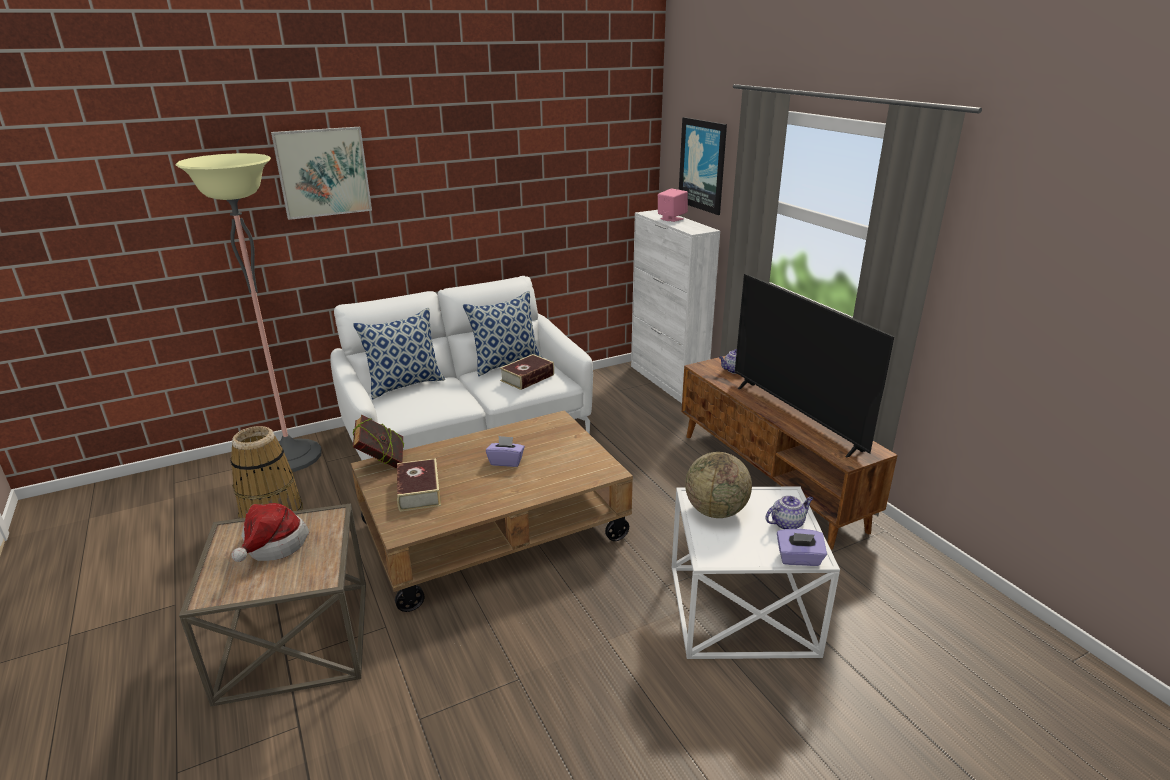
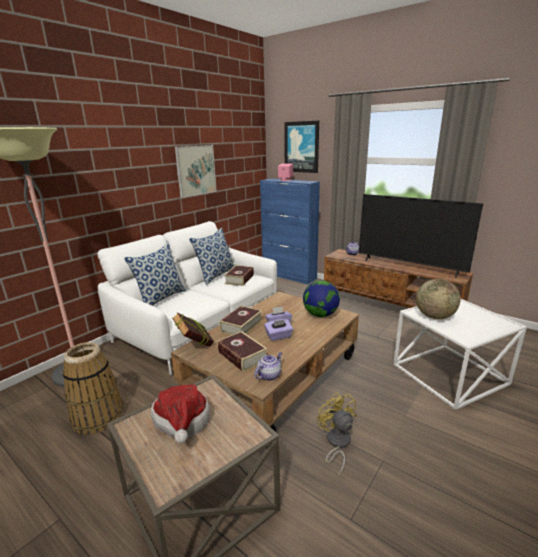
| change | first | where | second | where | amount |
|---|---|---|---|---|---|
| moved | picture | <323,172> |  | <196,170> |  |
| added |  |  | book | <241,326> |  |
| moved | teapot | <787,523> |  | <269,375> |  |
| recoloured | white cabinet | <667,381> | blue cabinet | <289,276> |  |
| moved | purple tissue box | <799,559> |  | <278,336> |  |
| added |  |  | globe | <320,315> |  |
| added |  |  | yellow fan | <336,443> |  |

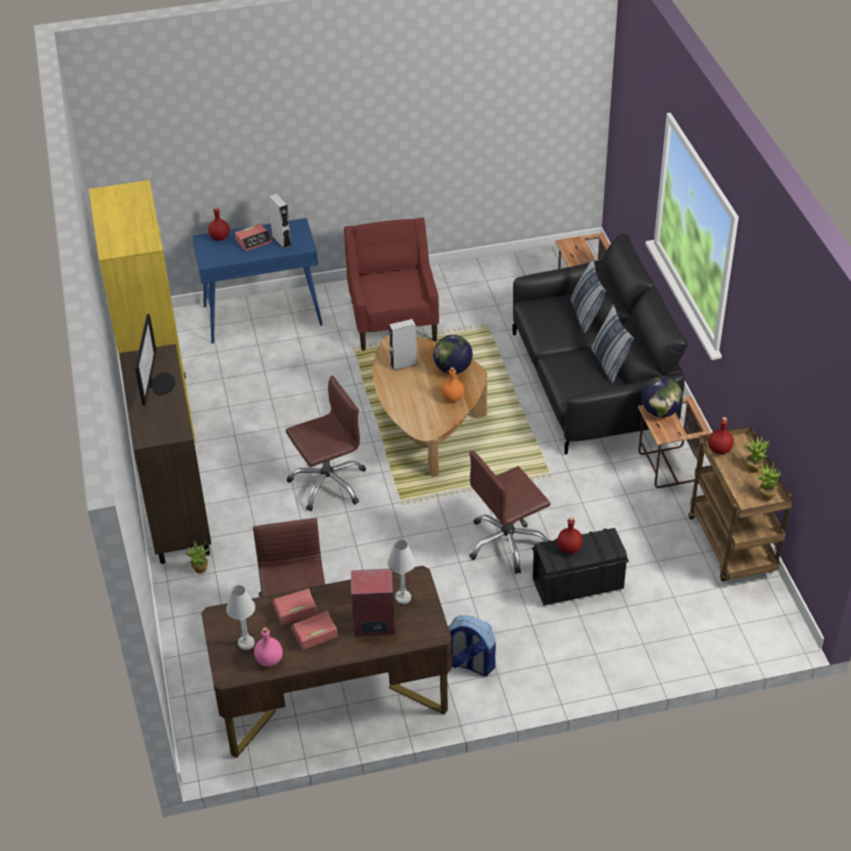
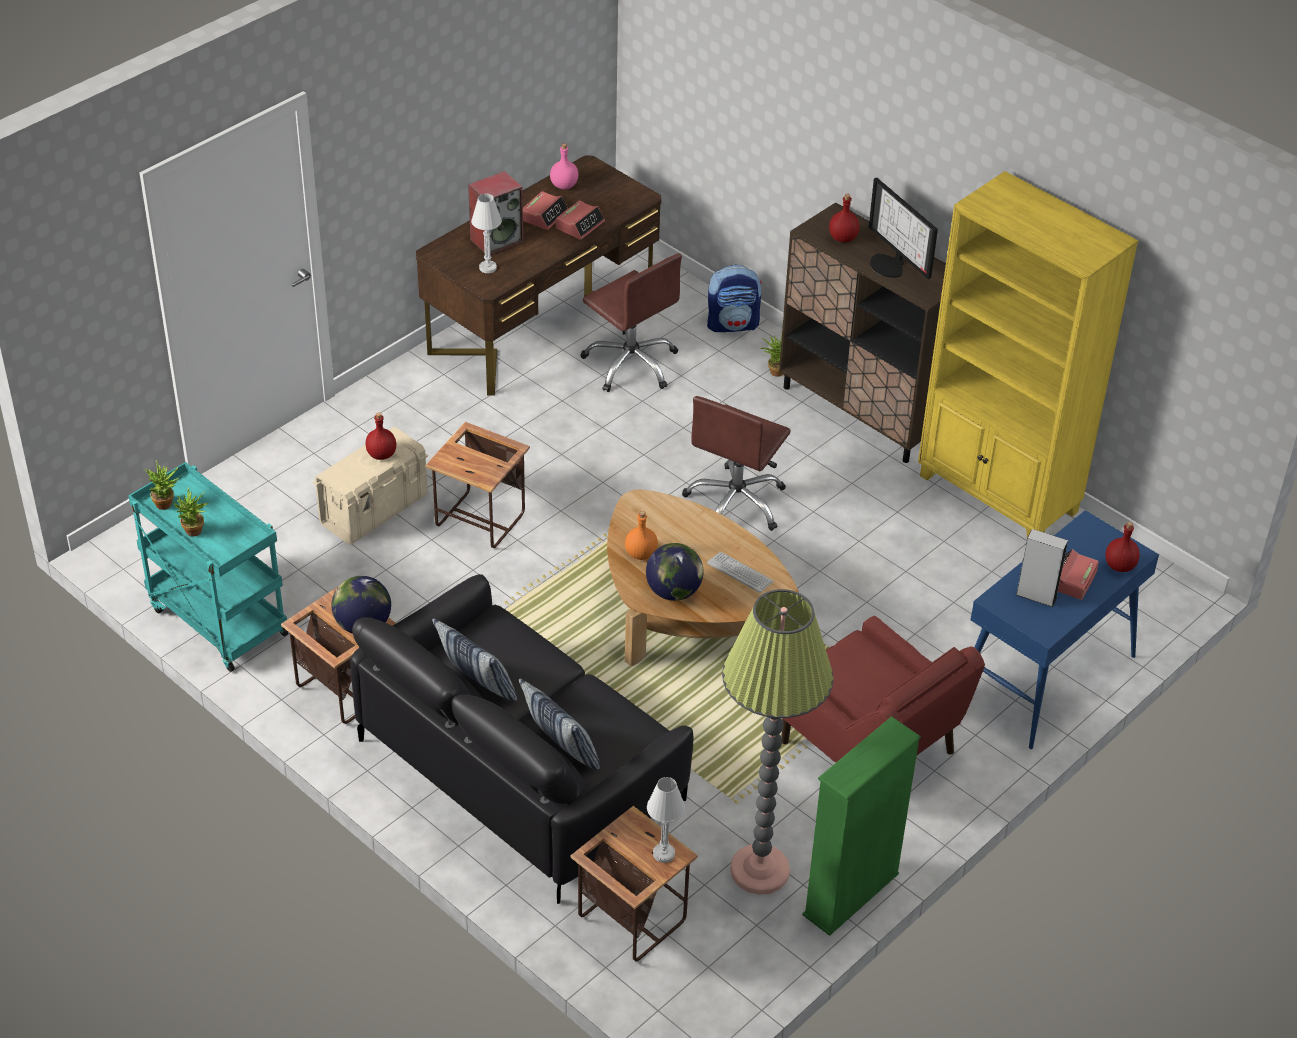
| change | first | where | second | where | amount |
|---|---|---|---|---|---|
| recoloured | brown cart | <733,546> | turquoise cart | <216,621> |  |
| recoloured | black storage box | <577,584> | beige storage box | <374,509> |  |
| replaced | brown office chair | <507,543> | side table | <481,521> |  |
| moved | white table lamp | <246,643> |  | <663,854> |  |
| moved | backpack | <470,664> |  | <733,324> |  |
| replaced | grey speaker | <403,364> | keyboard | <740,573> |  |
| added |  |  | floor lamp | <760,870> |  |
| added |  |  | green bookcase | <851,895> |  |
| moved | red bottle | <720,449> |  | <842,238> |  |

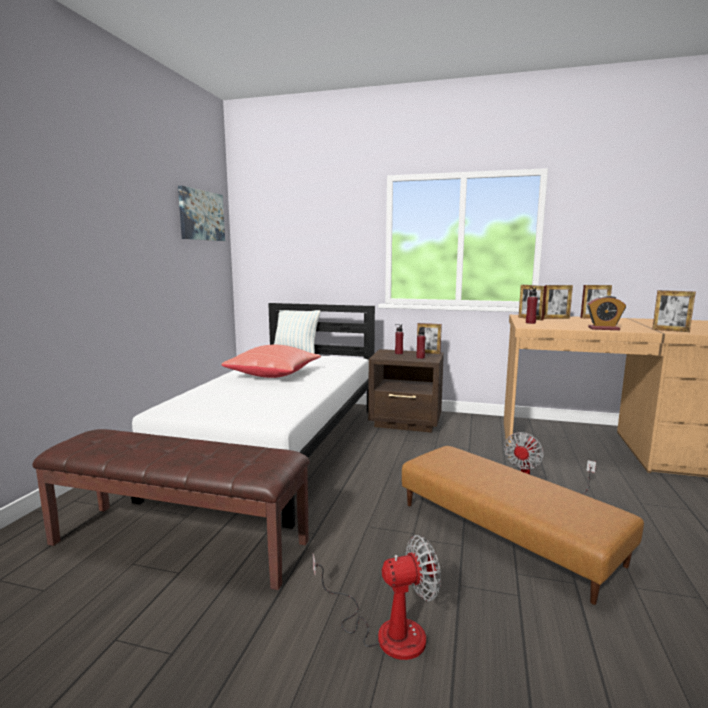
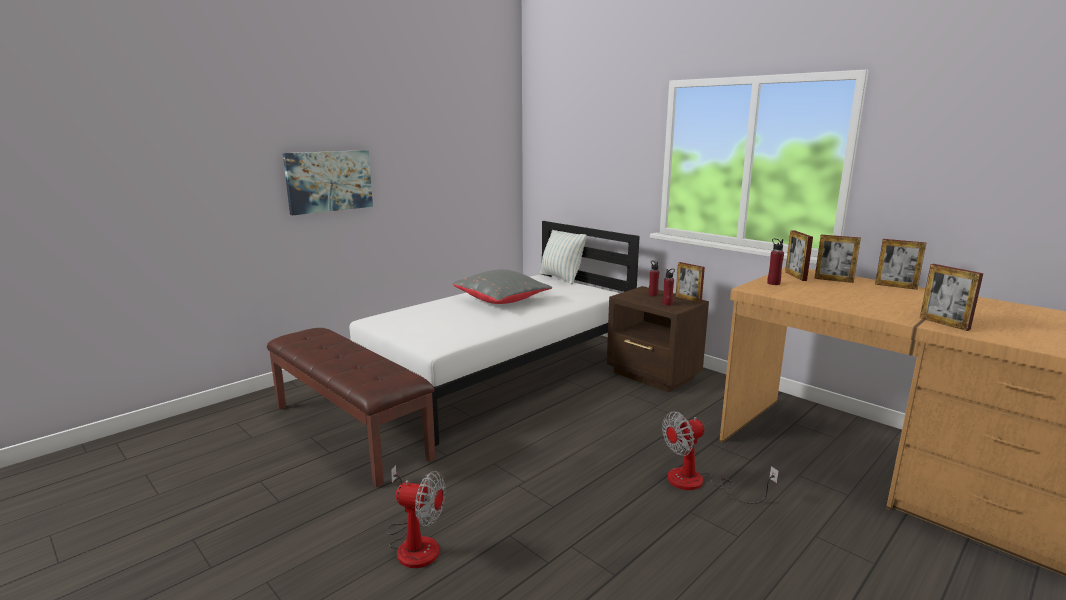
| change | first | where | second | where | amount |
|---|---|---|---|---|---|
| moved | picture | <201,215> |  | <329,181> |  |
| recoloured | red pillow | <274,375> | grey pillow | <502,301> |  |
| removed | brown ottoman | <506,532> |  |  |  |
| removed | alarm clock | <603,329> |  |  |  |

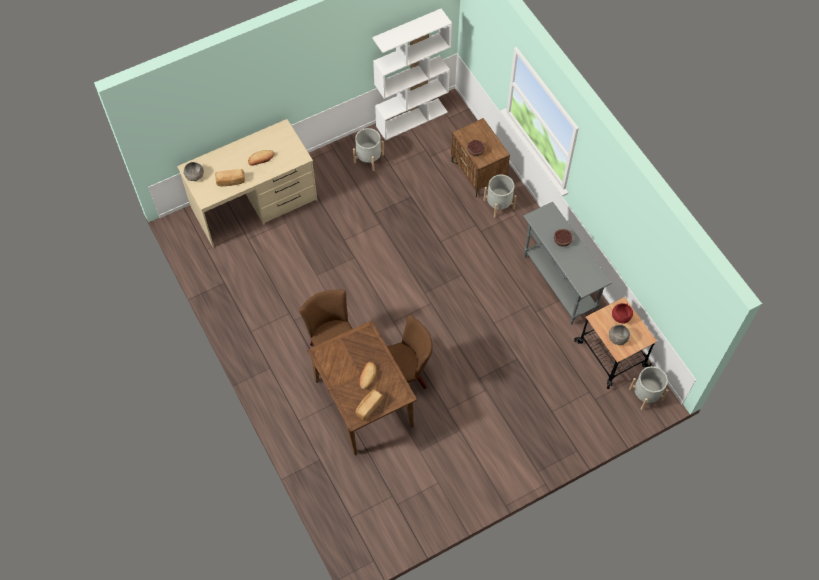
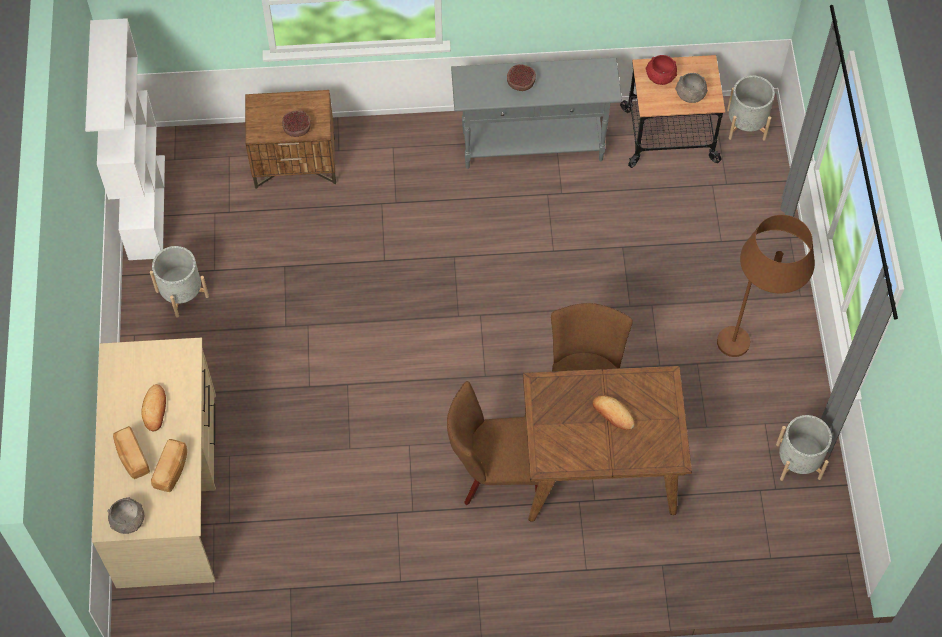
| change | first | where | second | where | amount |
|---|---|---|---|---|---|
| moved | bread | <369,407> |  | <132,458> |  |
| added |  |  | brown floor lamp | <751,348> |  |
| moved | grey planter | <498,204> |  | <798,461> |  |

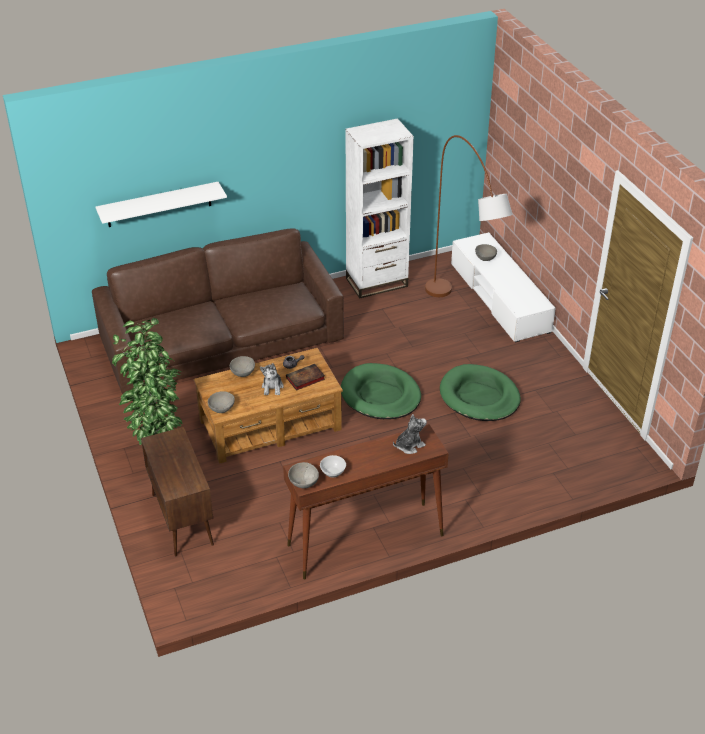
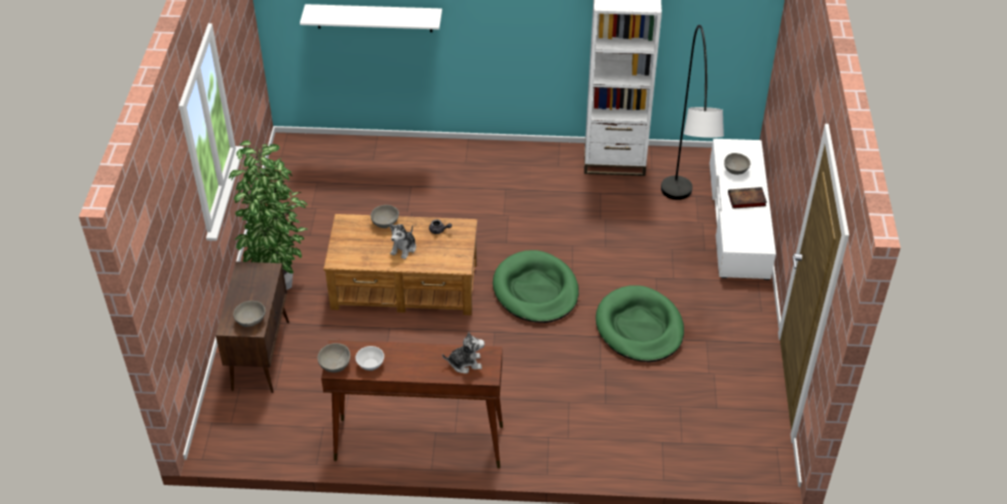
| change | first | where | second | where | amount |
|---|---|---|---|---|---|
| moved | grey bowl | <222,408> |  | <251,320> |  |
| recoloured | brown floor lamp | <462,317> | grey floor lamp | <680,230> |  |
| moved | book | <304,379> |  | <746,200> |  |
| removed | brown sofa | <222,340> |  |  |  |

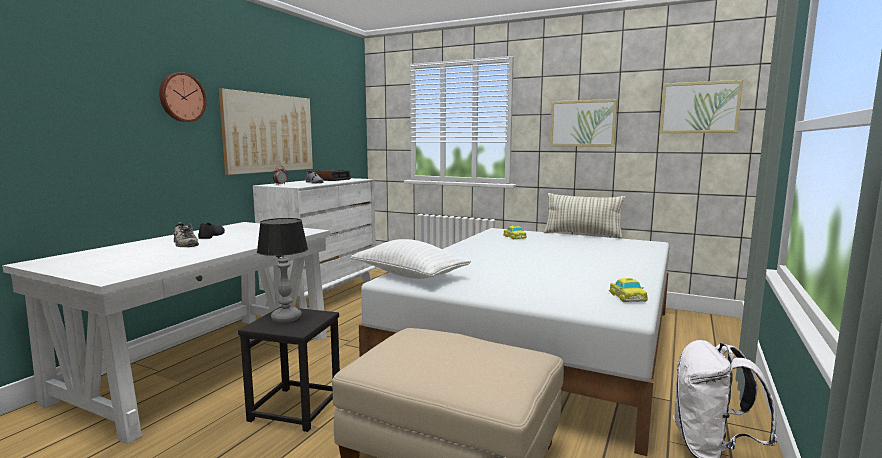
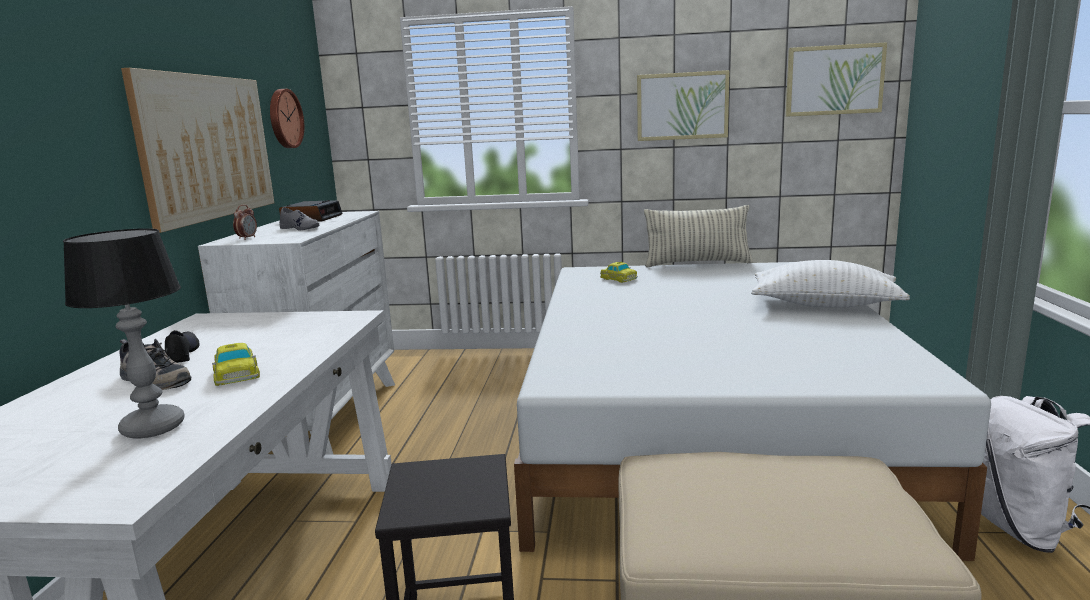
| change | first | where | second | where | amount |
|---|---|---|---|---|---|
| moved | table lamp | <286,318> |  | <152,428> |  |
| moved | toy car | <627,297> |  | <236,374> |  |
| moved | wall clock | <181,97> |  | <284,118> |  |
| moved | white pillow | <409,275> |  | <824,305> |  |

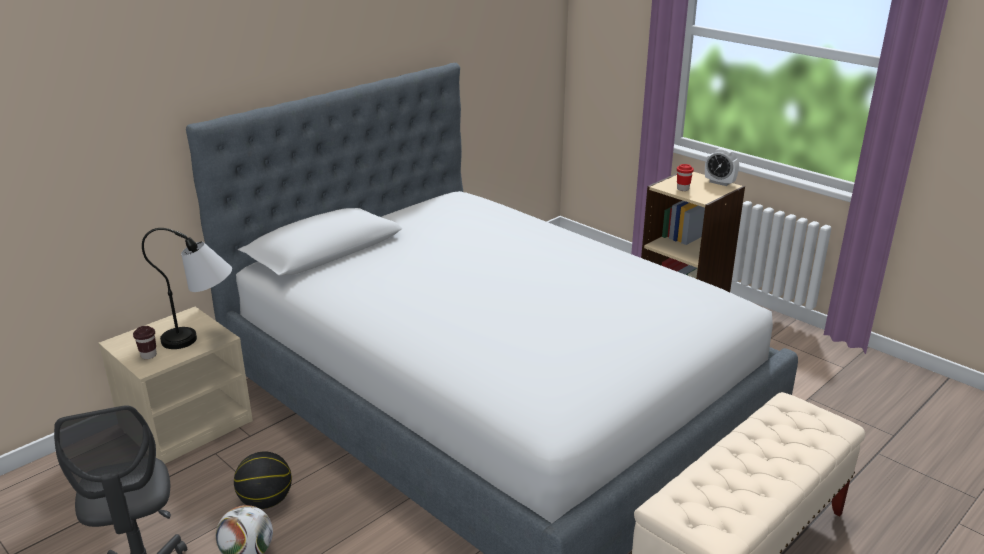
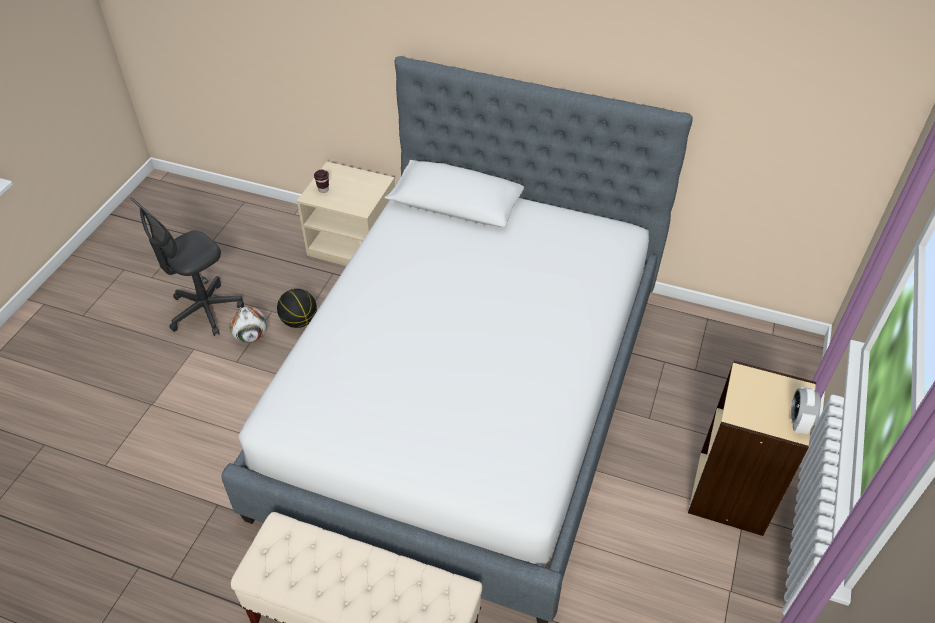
| change | first | where | second | where | amount |
|---|---|---|---|---|---|
| removed | table lamp | <203,338> |  |  |  |
| removed | red cup | <683,189> |  |  |  |

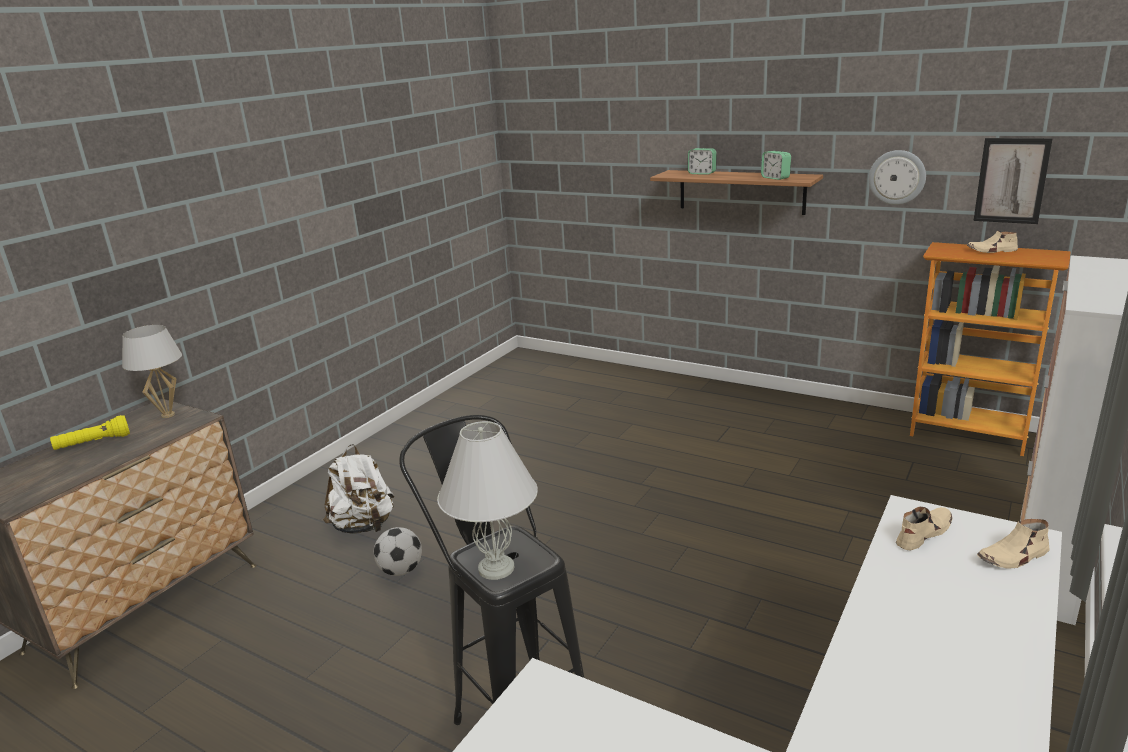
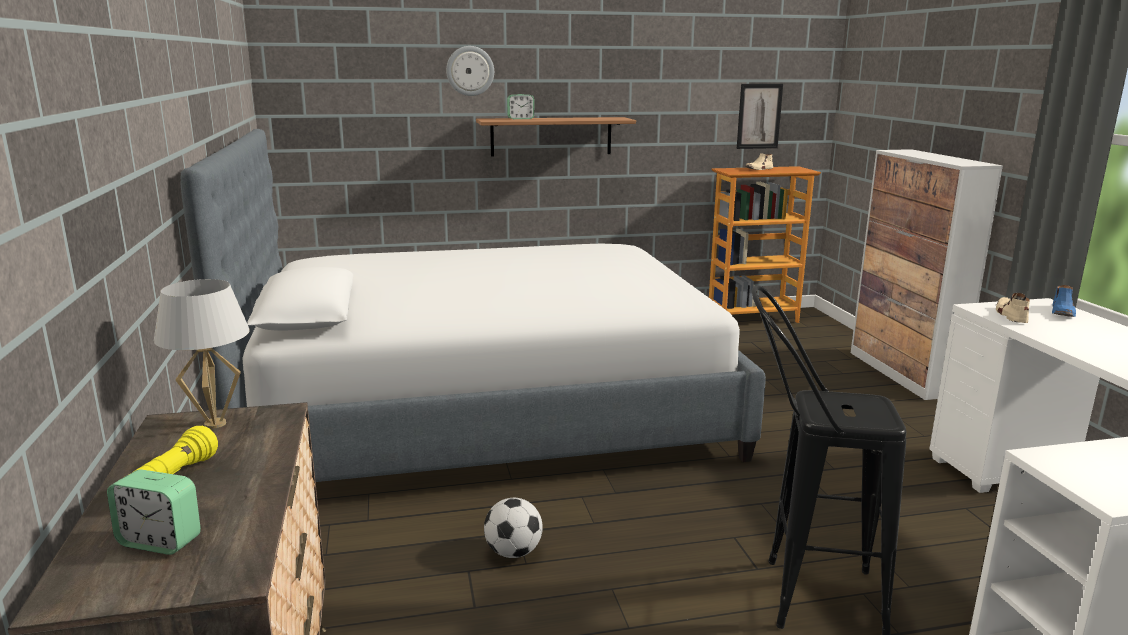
| change | first | where | second | where | amount |
|---|---|---|---|---|---|
| moved | alarm clock | <775,178> |  | <160,541> |  |
| added |  |  | bed | <486,410> |  |
| moved | wall clock | <897,177> |  | <470,71> |  |
| recoloured | beige shoe | <1013,557> | blue shoe | <1062,312> |  |
| removed | white backpack | <364,526> |  |  |  |
| removed | white table lamp | <497,568> |  |  |  |

